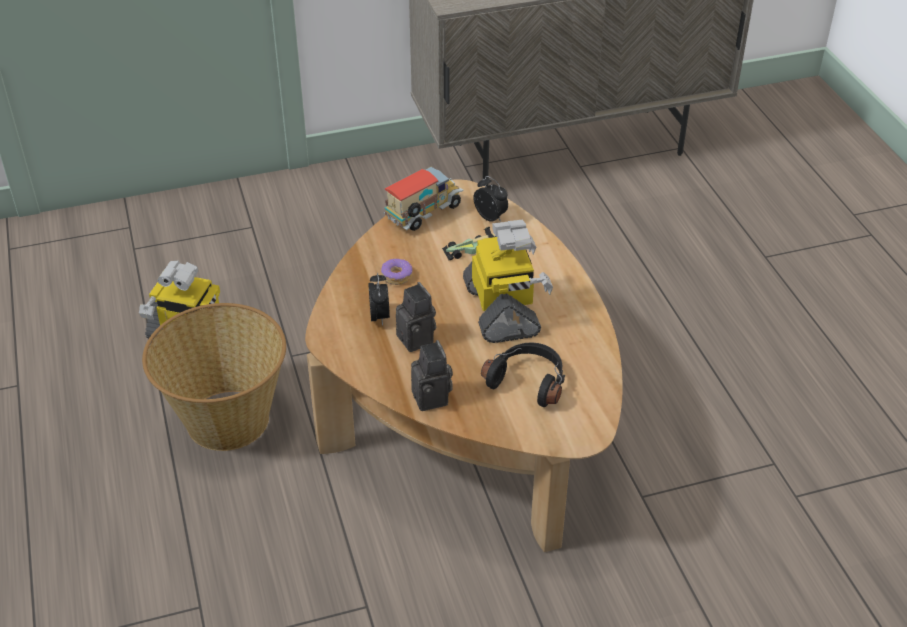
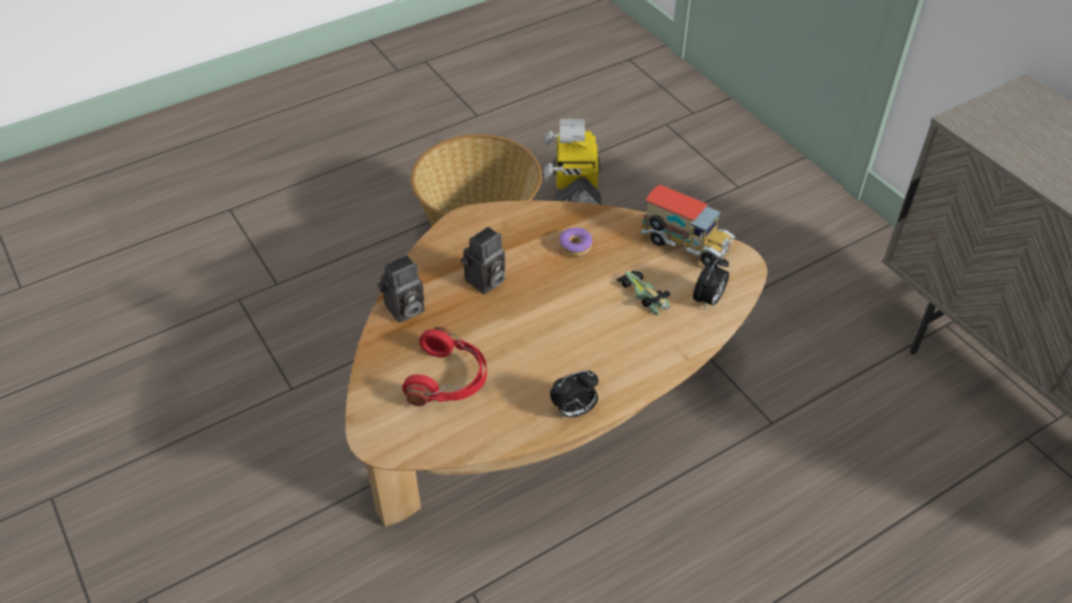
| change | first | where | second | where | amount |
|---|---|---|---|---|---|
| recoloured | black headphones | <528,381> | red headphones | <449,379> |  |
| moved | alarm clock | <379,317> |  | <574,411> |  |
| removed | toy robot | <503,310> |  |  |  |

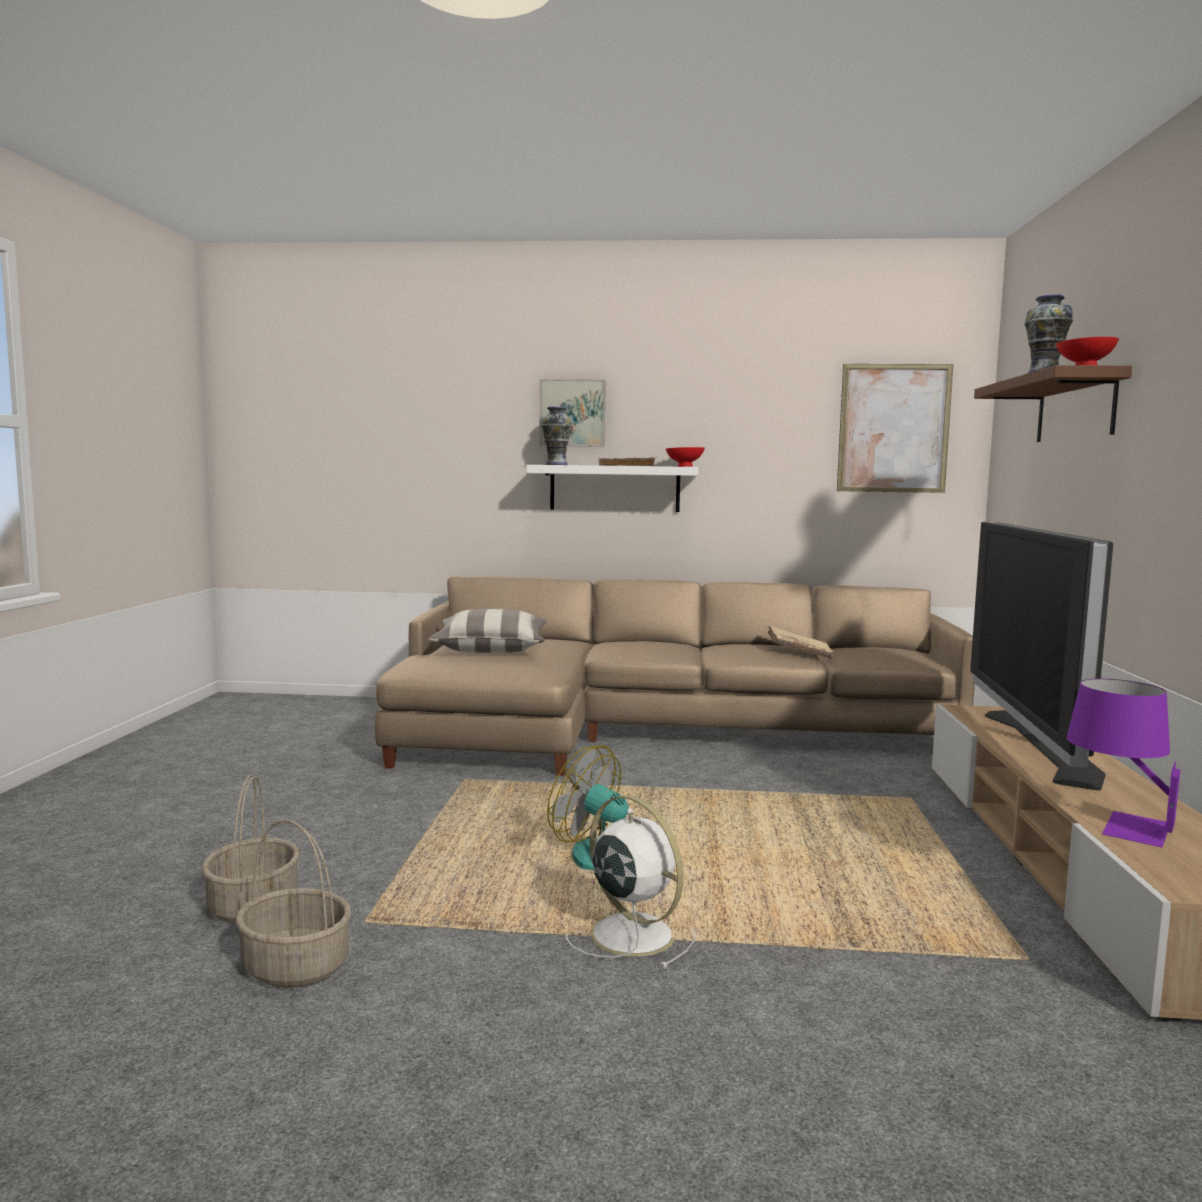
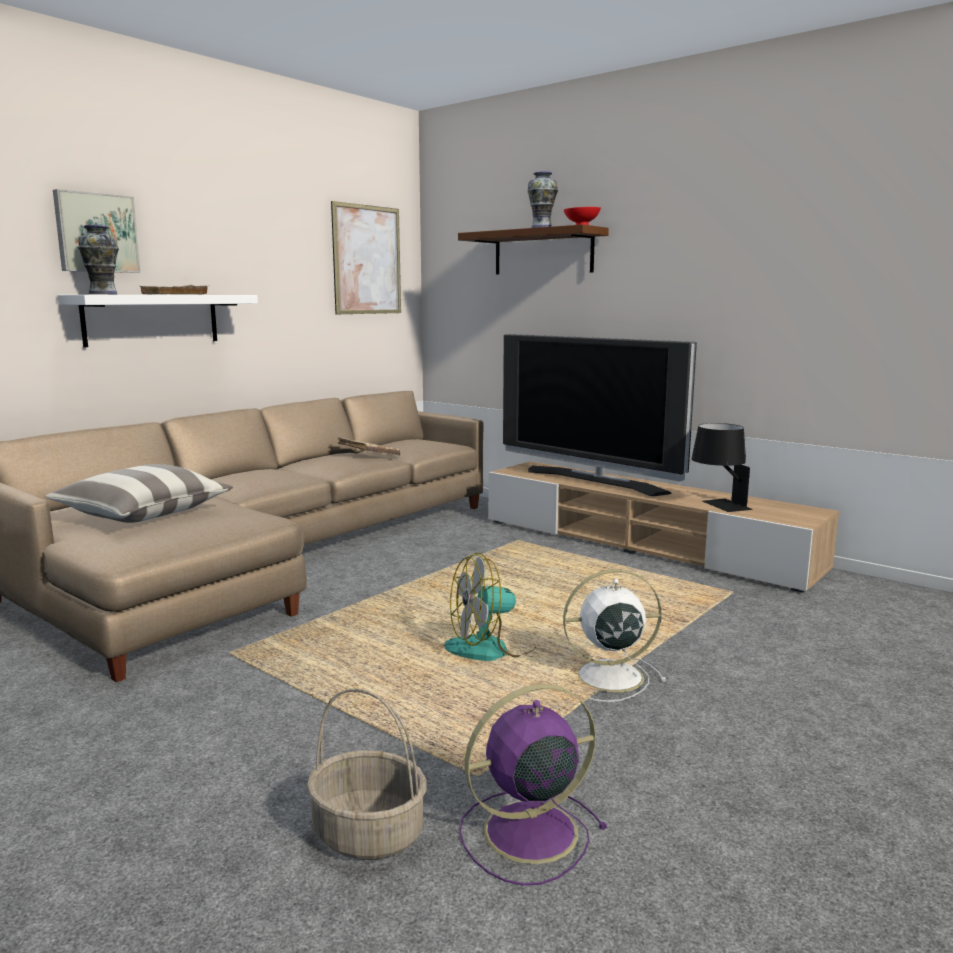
| change | first | where | second | where | amount |
|---|---|---|---|---|---|
| replaced | basket | <294,967> | purple fan | <526,833> |  |
| recoloured | purple table lamp | <1116,824> | black table lamp | <718,506> |  |
| removed | red bowl | <684,466> |  |  |  |

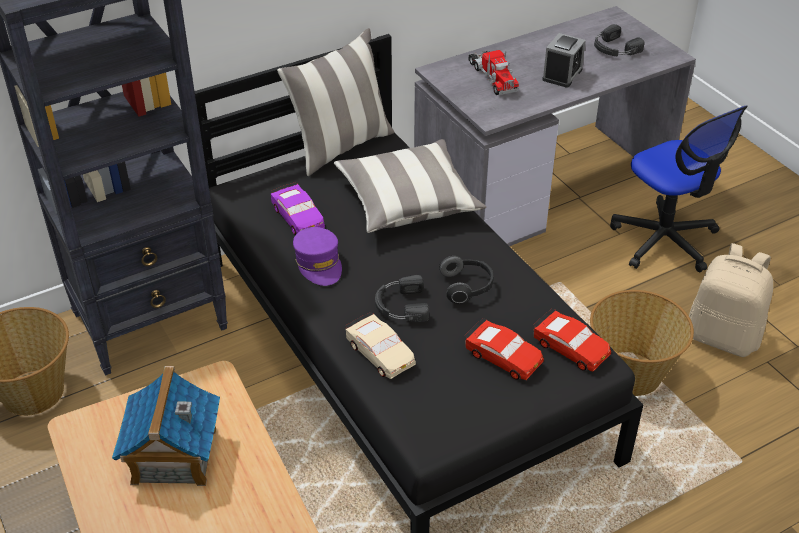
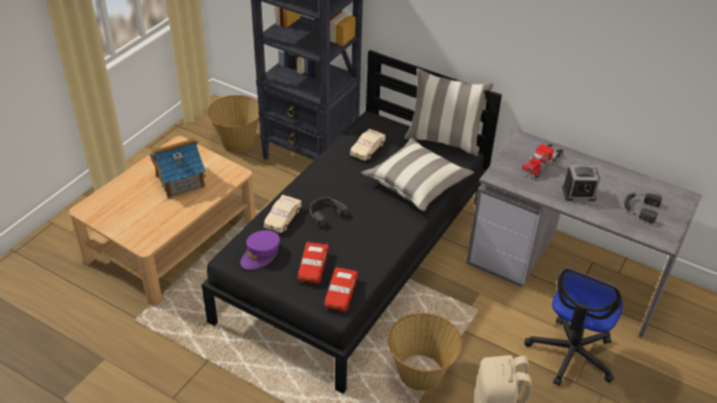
| change | first | where | second | where | amount |
|---|---|---|---|---|---|
| moved | purple cap | <319,263> |  | <260,255> |  |
| recoloured | purple toy car | <298,217> | beige toy car | <367,149> |  |
| removed | headphones | <467,287> |  |  |  |

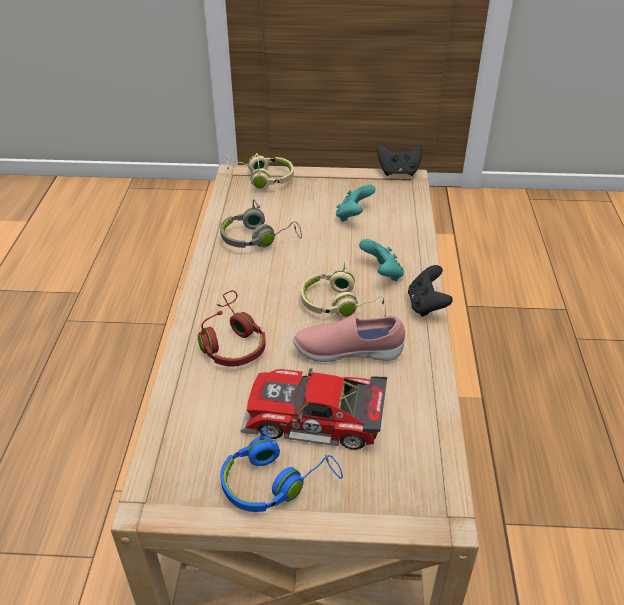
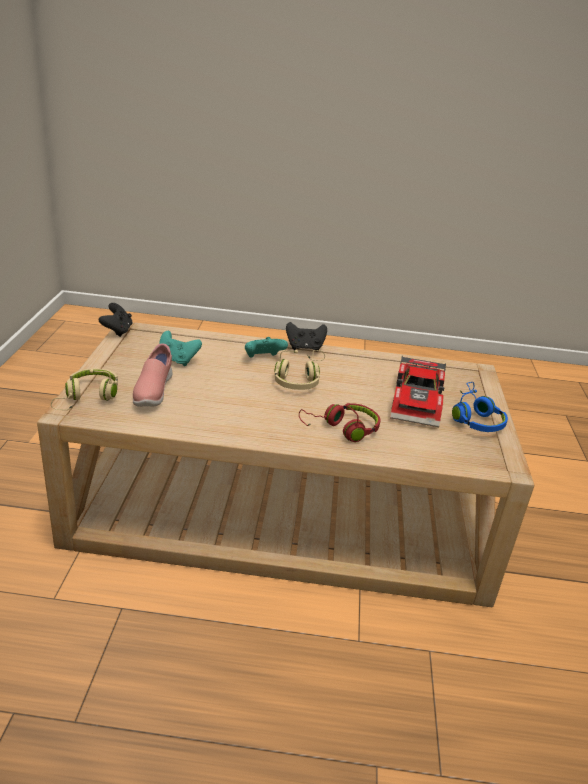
| change | first | where | second | where | amount |
|---|---|---|---|---|---|
| moved | pink shoe | <347,352> |  | <153,392> |  |
| removed | grey headphones | <258,238> |  |  |  |

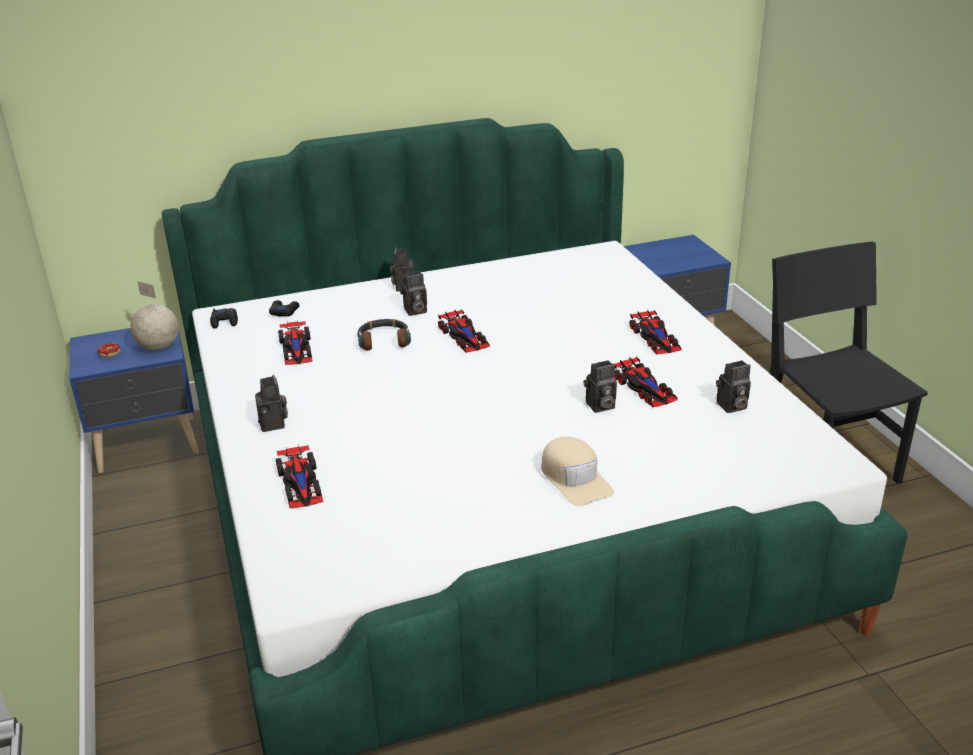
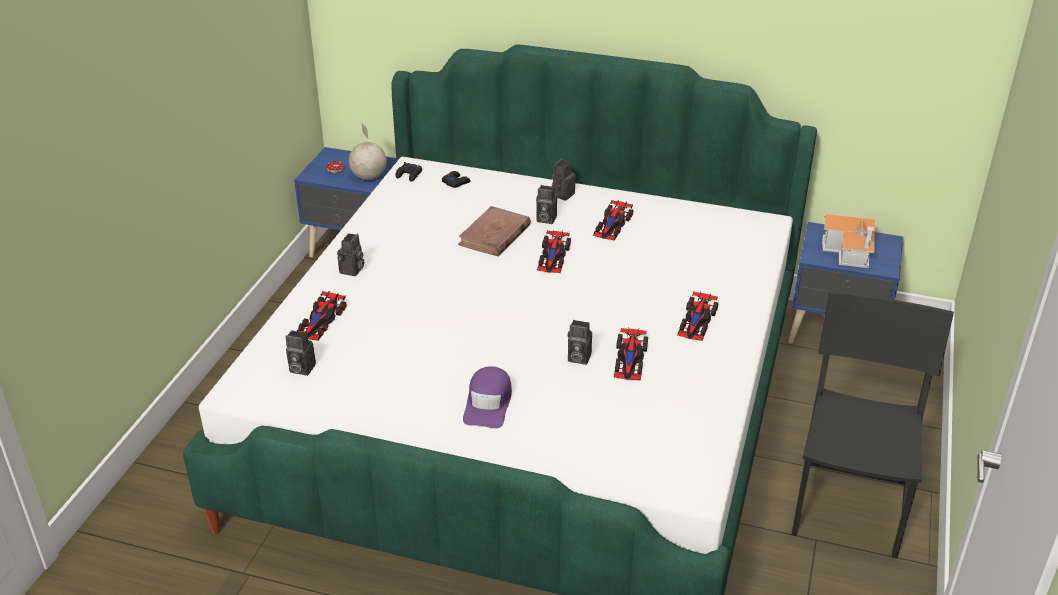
| change | first | where | second | where | amount |
|---|---|---|---|---|---|
| moved | photo camera | <731,407> |  | <300,368> |  |
| replaced | headphones | <384,340> | brown book | <494,235> |  |
| recoloured | beige cap | <575,479> | purple cap | <488,404> |  |
| moved | toy car | <296,348> |  | <612,225> |  |
| added |  |  | toy house | <849,251> |  |

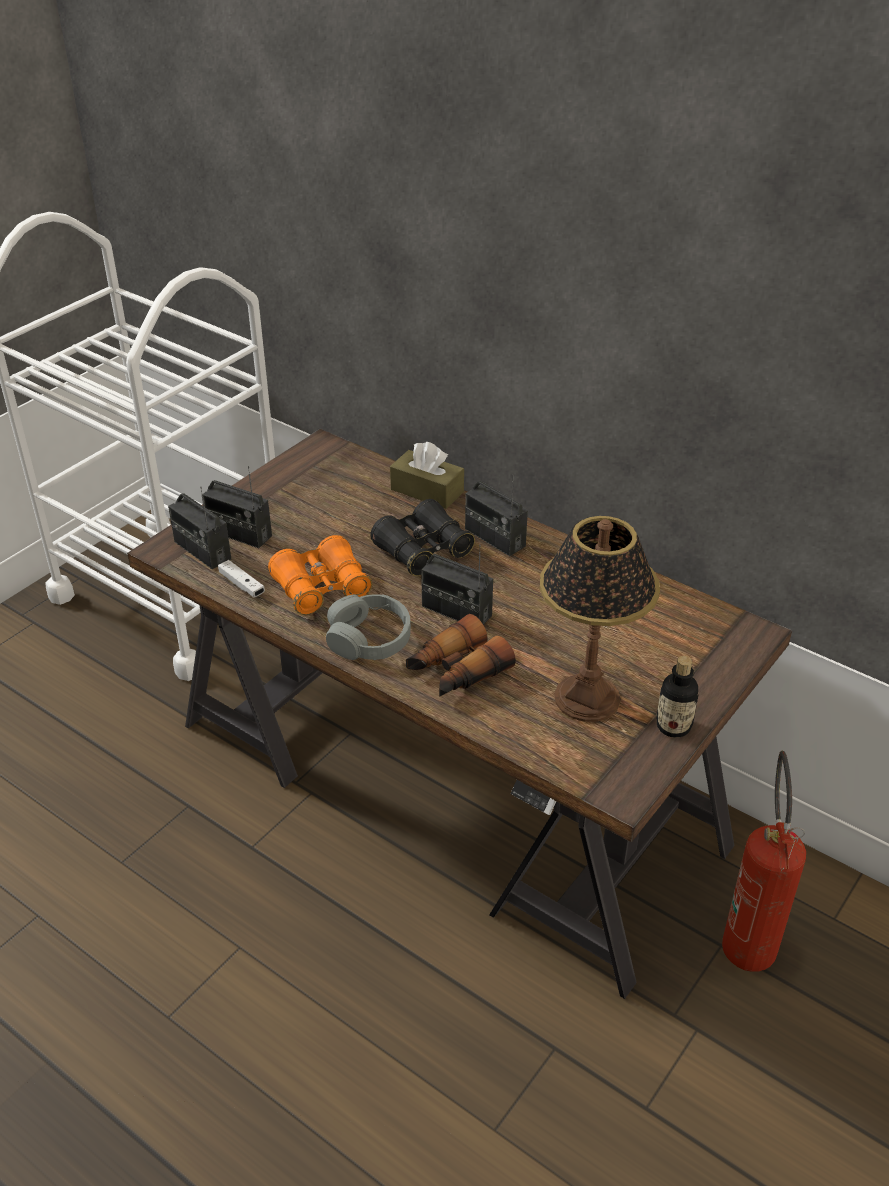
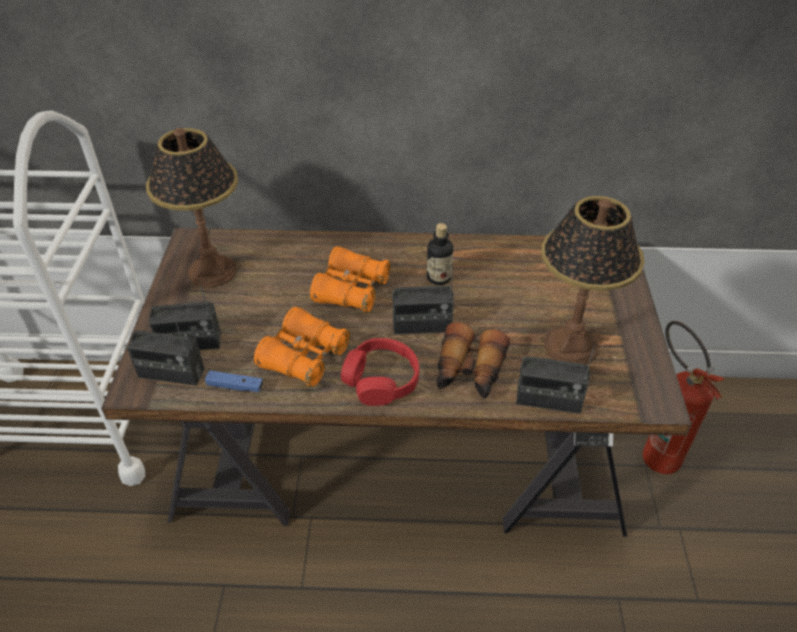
| change | first | where | second | where | amount |
|---|---|---|---|---|---|
| added |  |  | table lamp | <213,271> |  |
| recoloured | white game controller | <241,585> | blue game controller | <235,386> |  |
| recoloured | black binoculars | <423,550> | orange binoculars | <351,290> |  |
| recoloured | grey headphones | <369,638> | red headphones | <381,380> |  |
| moved | bottle | <673,726> |  | <438,277> |  |
| moved | radio | <494,538> |  | <548,400> |  |
| removed | brown tissue box | <427,491> |  |  |  |

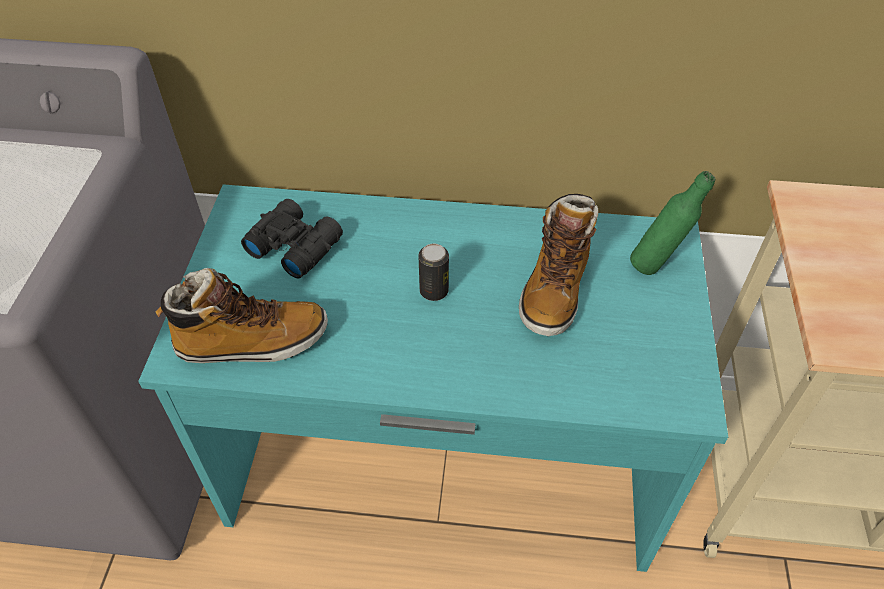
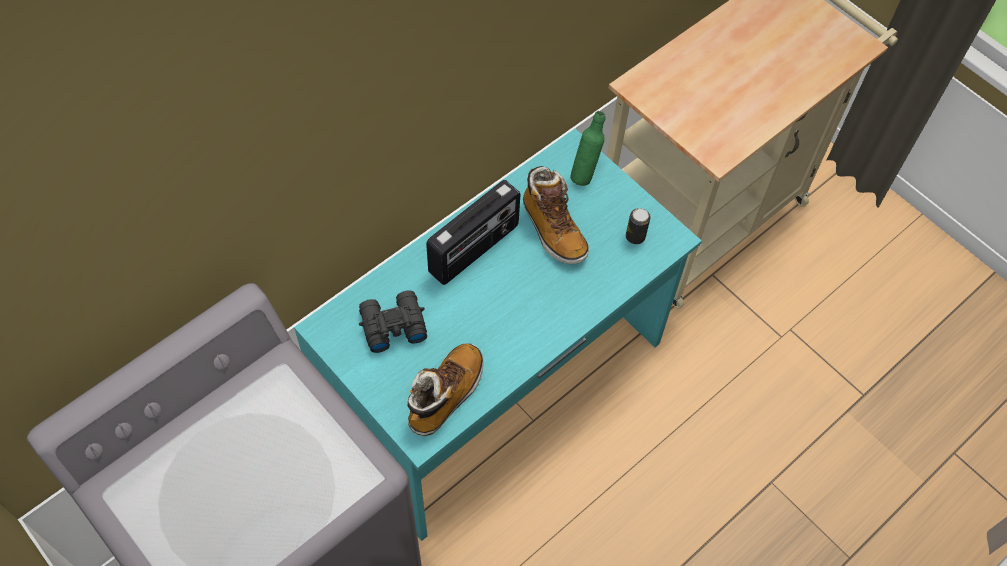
| change | first | where | second | where | amount |
|---|---|---|---|---|---|
| added |  |  | radio | <475,250> |  |
| moved | can | <434,291> |  | <635,236> |  |

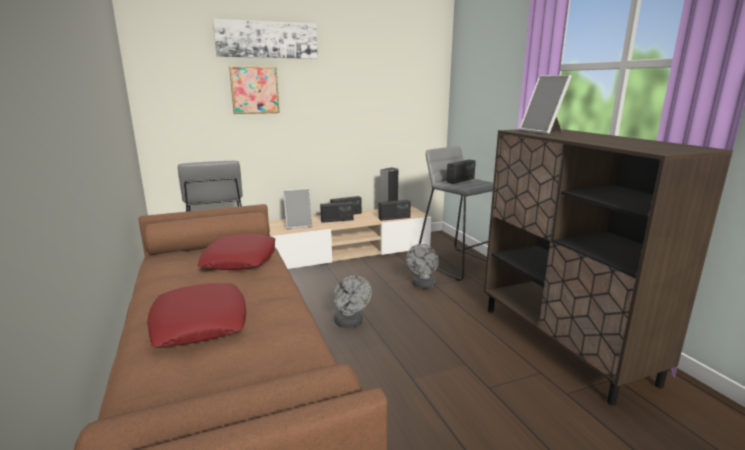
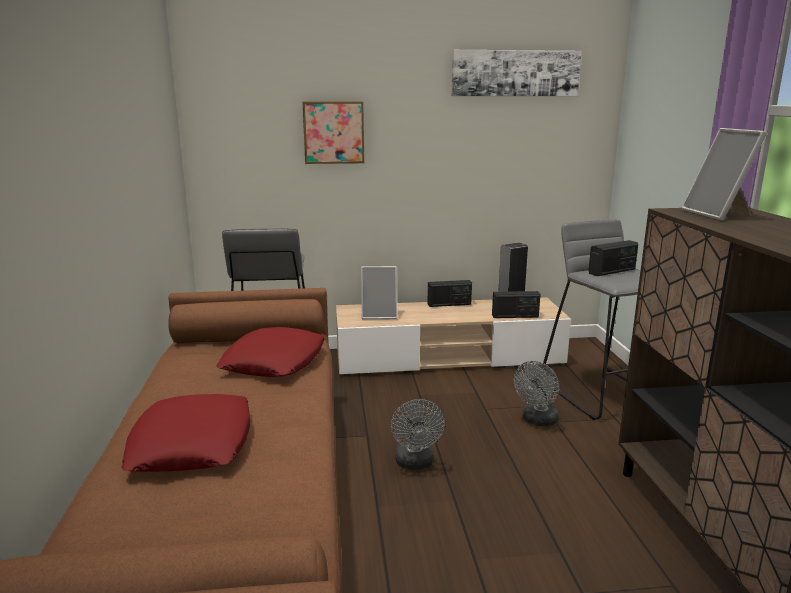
| change | first | where | second | where | amount |
|---|---|---|---|---|---|
| moved | picture | <267,40> |  | <515,73> |  |
| removed | radio | <337,220> |  |  |  |

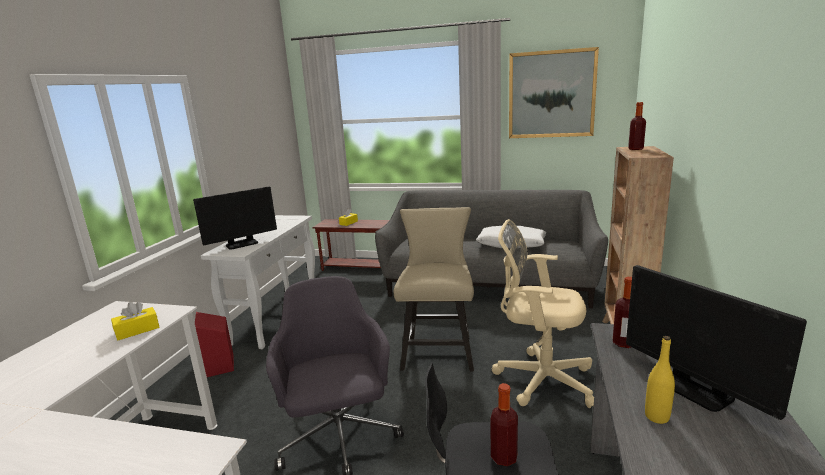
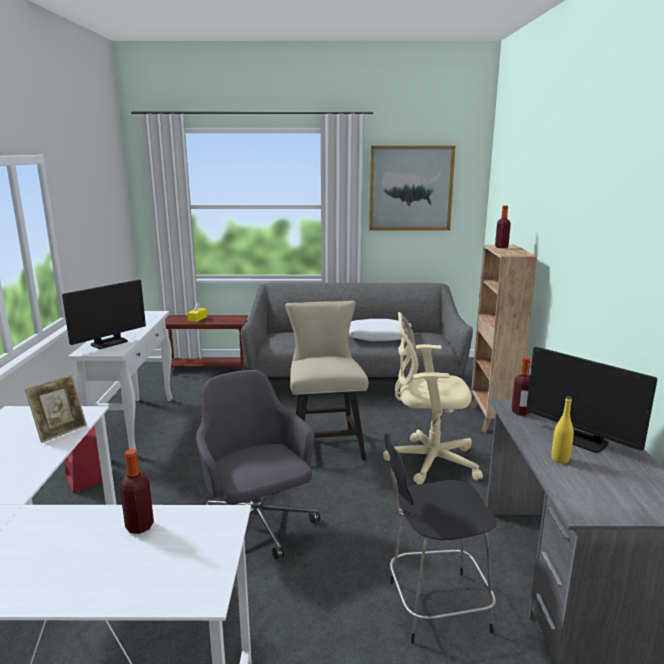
| change | first | where | second | where | amount |
|---|---|---|---|---|---|
| replaced | yellow tissue box | <137,330> | picture frame | <60,431> |  |
| moved | bottle | <504,457> |  | <139,526> |  |

